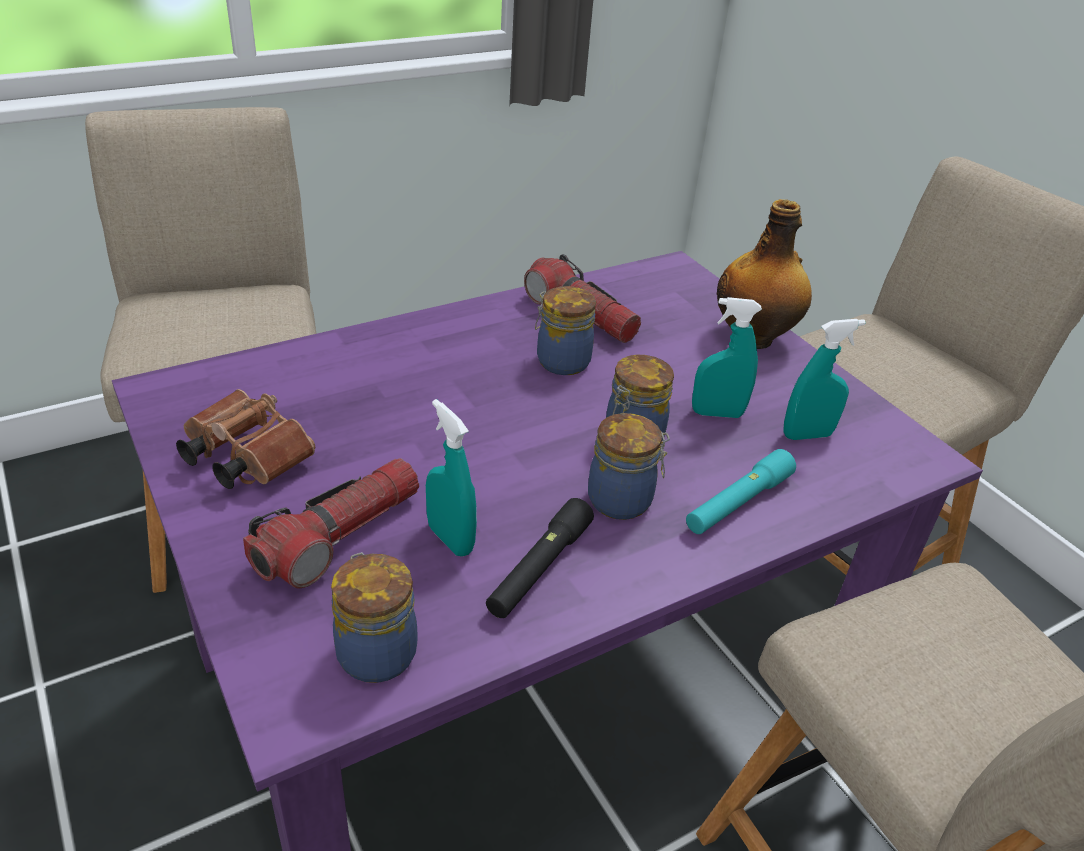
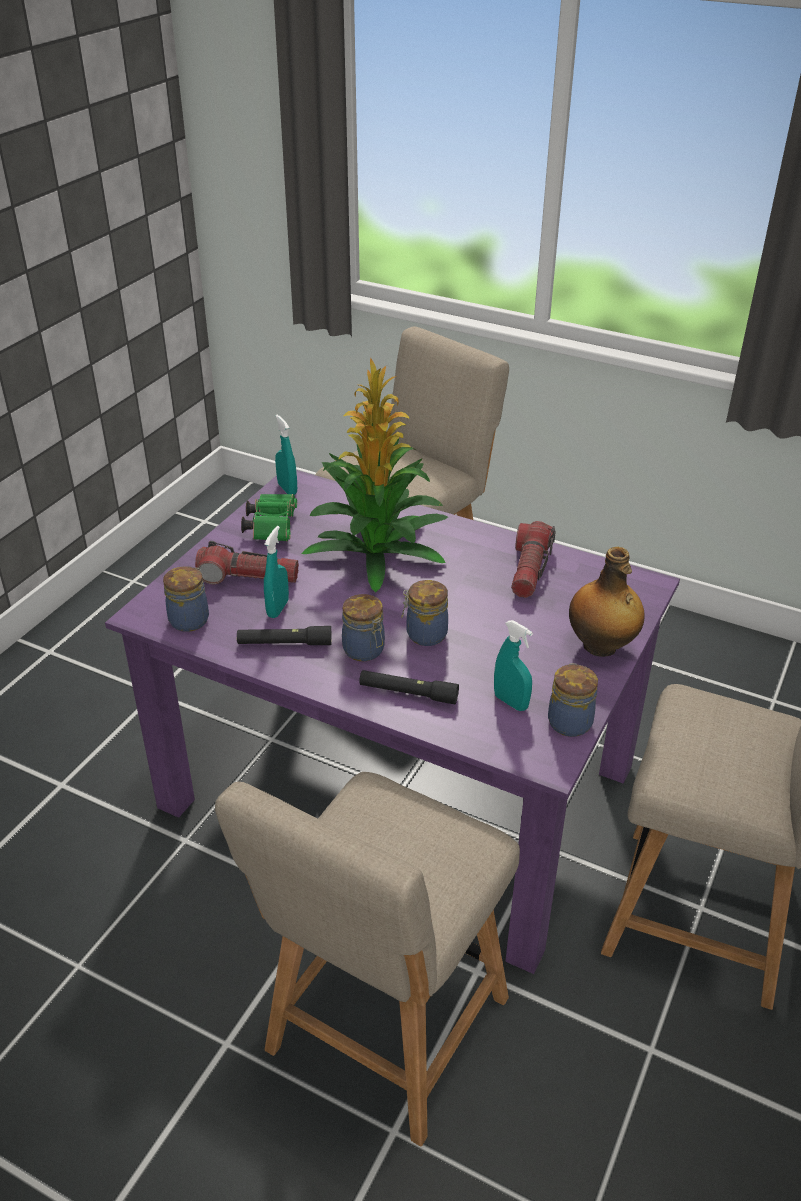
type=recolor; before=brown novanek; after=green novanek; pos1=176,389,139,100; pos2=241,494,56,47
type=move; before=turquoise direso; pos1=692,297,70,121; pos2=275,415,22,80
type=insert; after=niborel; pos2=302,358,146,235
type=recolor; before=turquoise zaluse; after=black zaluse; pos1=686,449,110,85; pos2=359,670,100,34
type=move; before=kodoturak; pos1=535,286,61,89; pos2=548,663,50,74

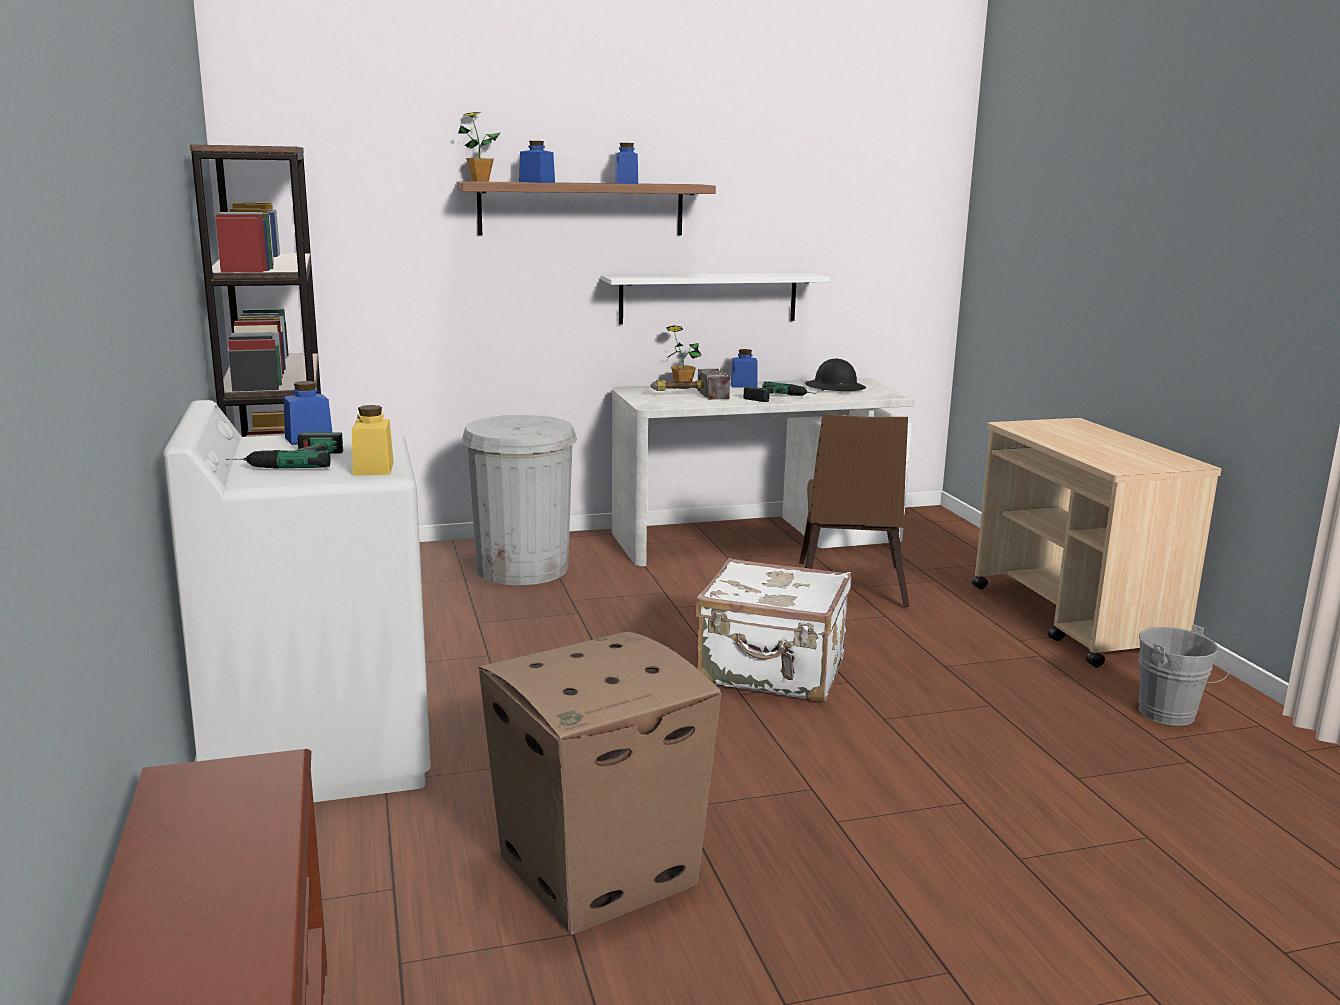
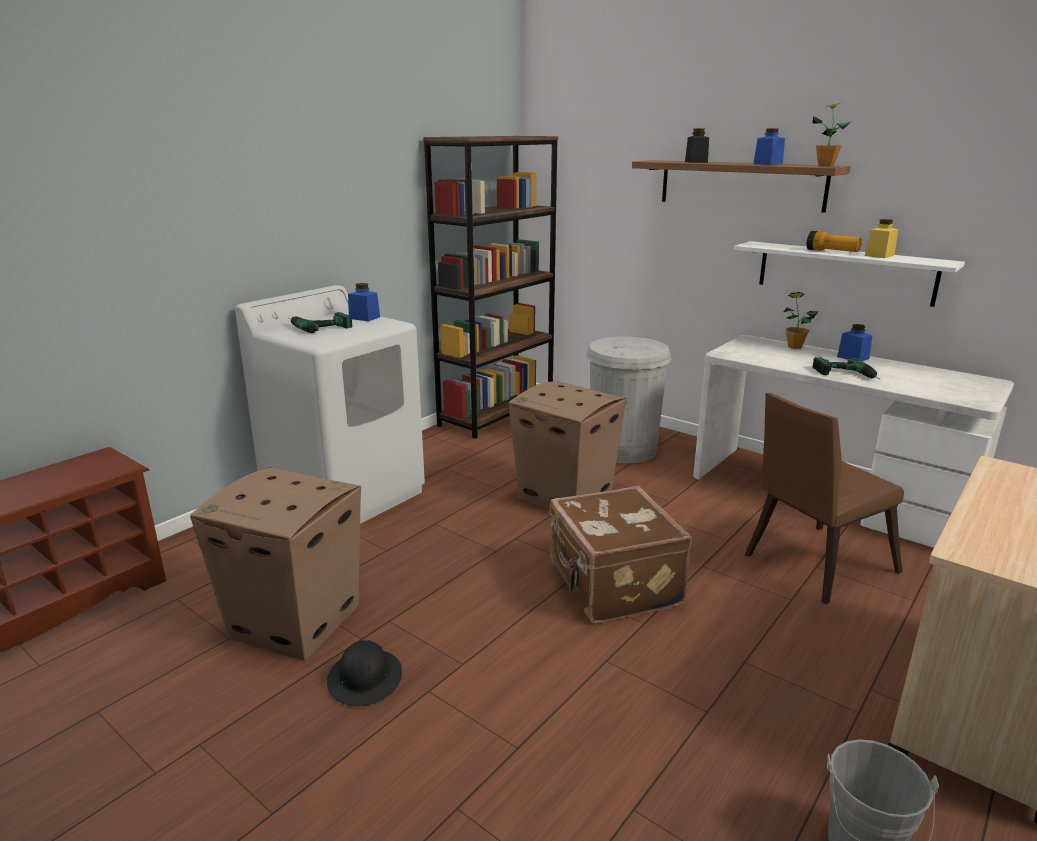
type=move; before=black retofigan; pos1=805,359,61,32; pos2=327,640,75,66
type=insert; after=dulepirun; pos2=508,381,119,129
type=recolor; before=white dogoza; after=brown dogoza; pos1=695,558,156,144; pos2=549,486,143,138
type=recolor; before=blue kodoturak; after=black kodoturak; pos1=519,141,36,42; pos2=685,128,24,35
type=insert; after=zaluse; pos2=806,231,56,21
type=move; before=niborel; pos1=458,112,43,70; pos2=812,103,40,64
type=move; before=yellow kodoturak; pos1=352,405,42,71; pos2=865,219,33,39
type=delete; before=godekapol; pos1=650,369,80,31

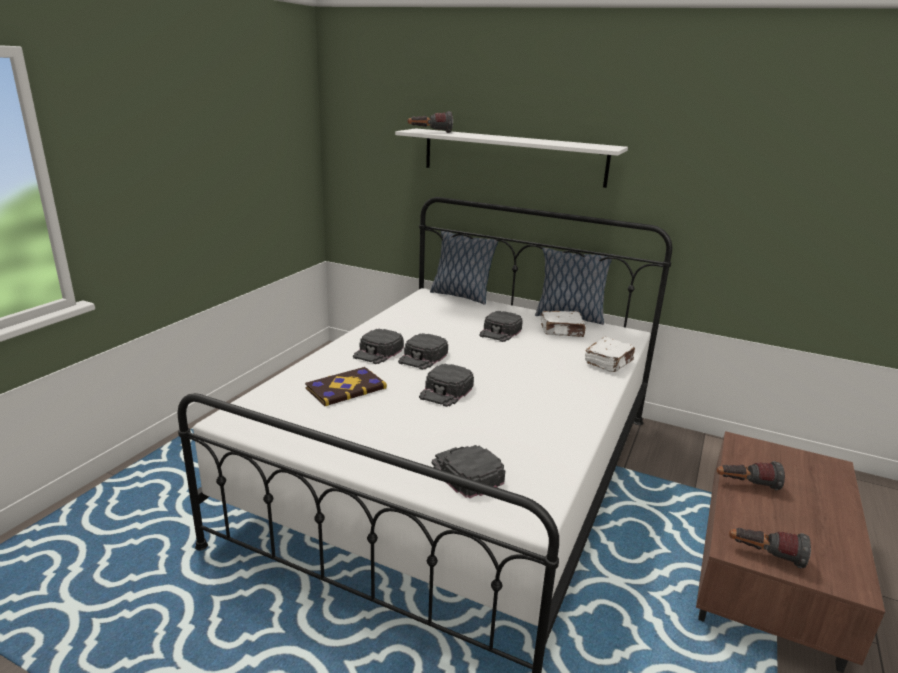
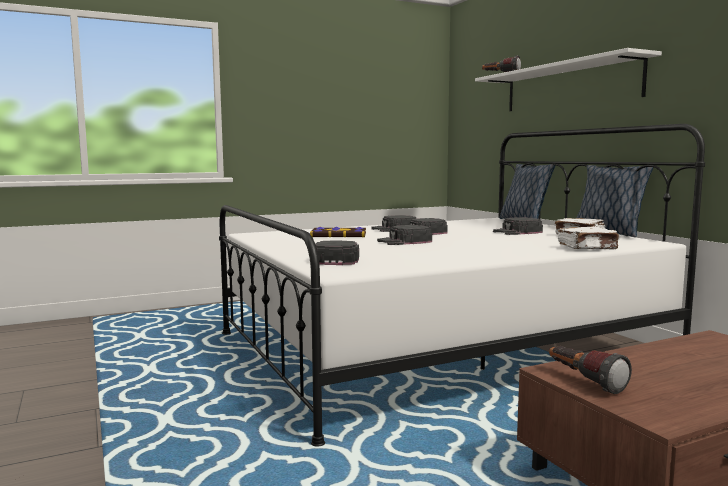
type=delete; before=zaluse; pos1=717,461,68,29

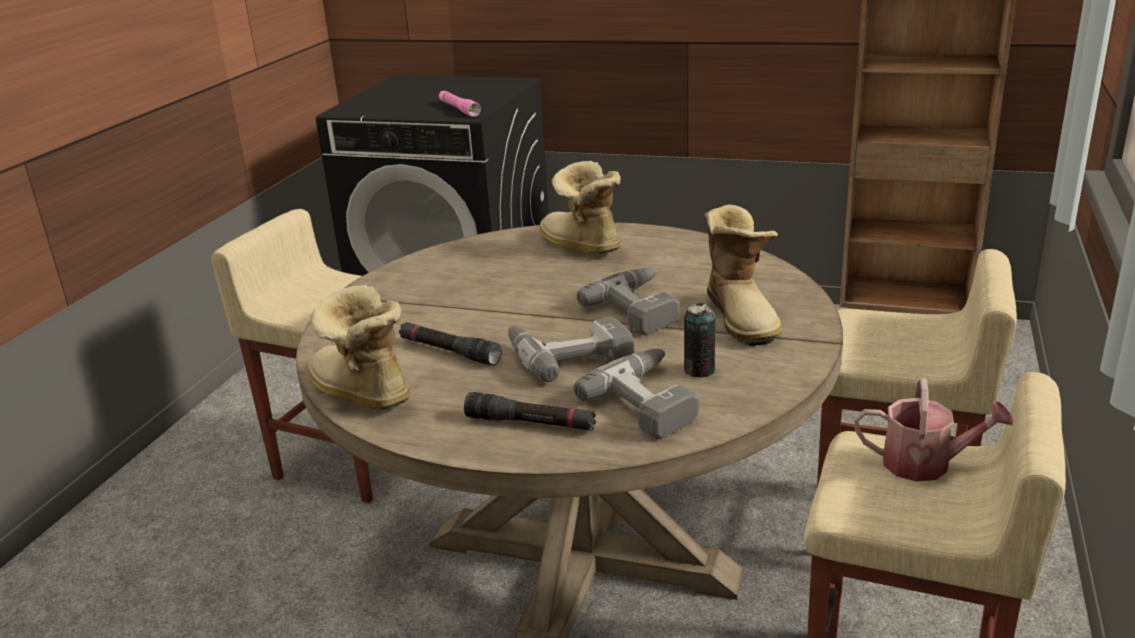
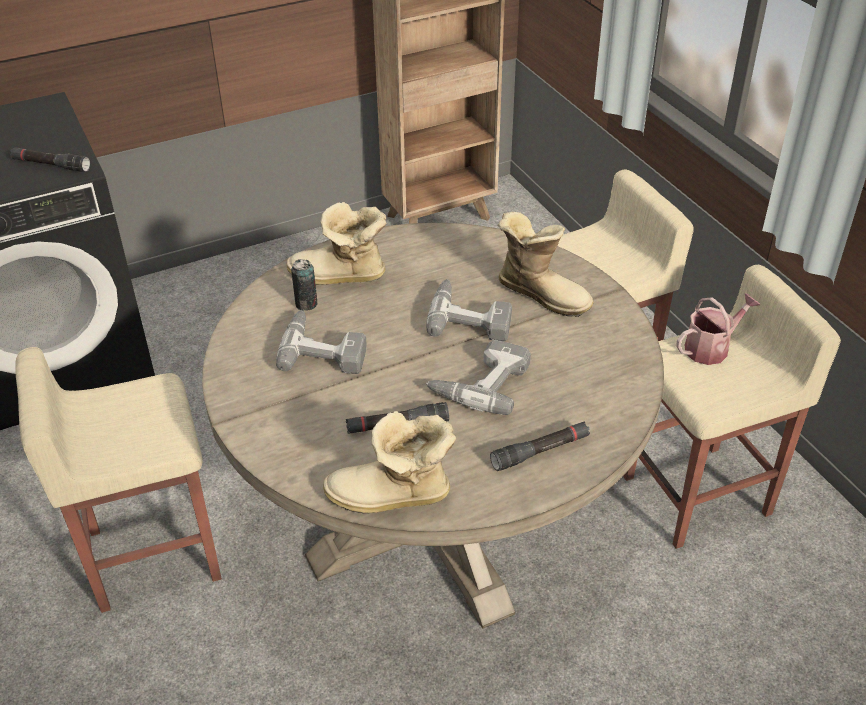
type=recolor; before=pink zaluse; after=black zaluse; pos1=439,91,42,26; pos2=10,147,80,25
type=move; before=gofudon; pos1=574,349,125,90; pos2=276,310,91,64
type=move; before=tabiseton; pos1=684,303,31,75; pos2=291,259,27,52

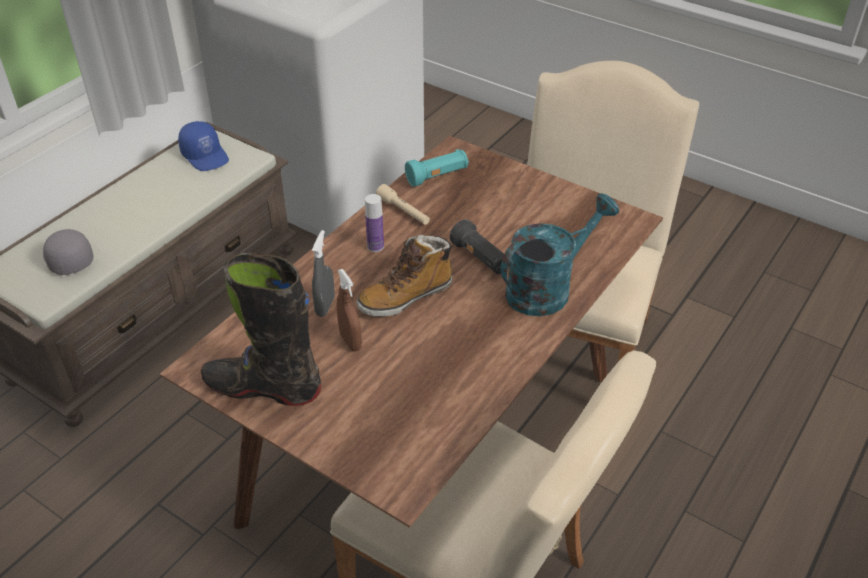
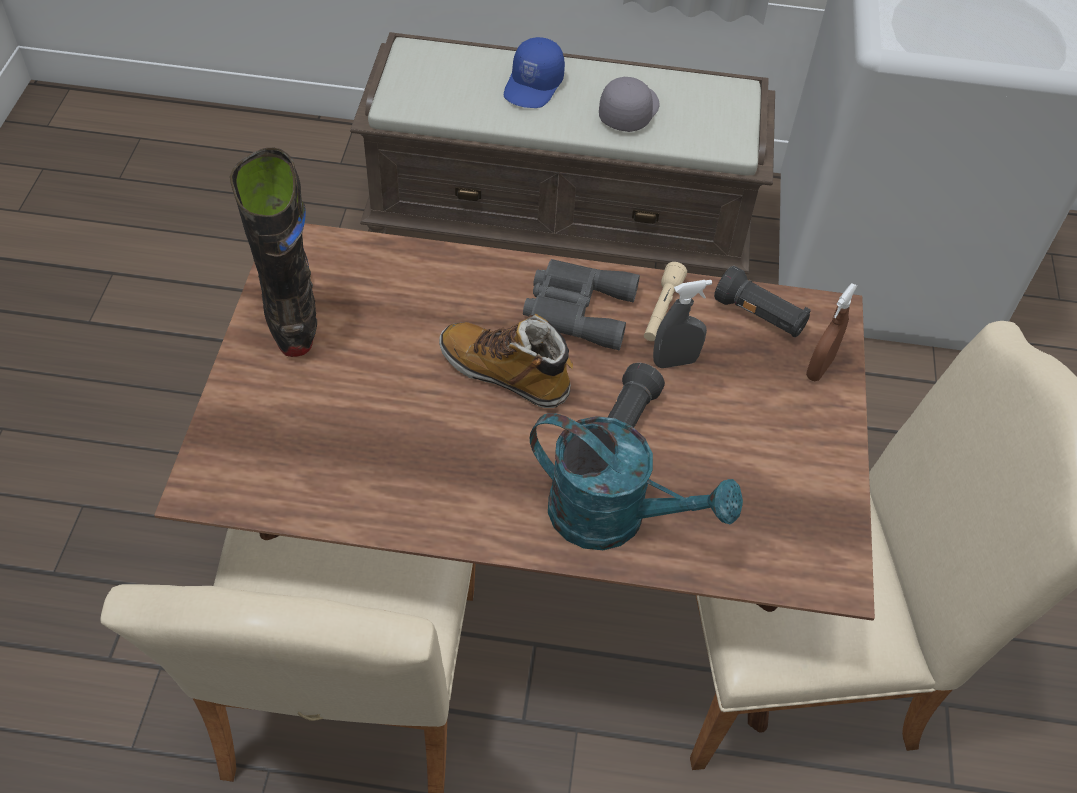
type=move; before=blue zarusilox; pos1=178,121,51,50; pos2=504,37,61,71
type=replace; before=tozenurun; after=grey novanek; pos1=365,194,19,58; pos2=523,259,117,91
type=move; before=grey zarusilox; pos1=43,229,51,46; pos2=599,77,61,55
type=move; before=grey direso; pos1=312,230,22,87; pos2=653,280,59,88
type=recolor; before=turquoise zaluse; after=black zaluse; pos1=405,149,64,38; pos2=714,266,97,71
type=move; before=brown direso; pos1=337,269,25,82; pos2=806,283,51,98

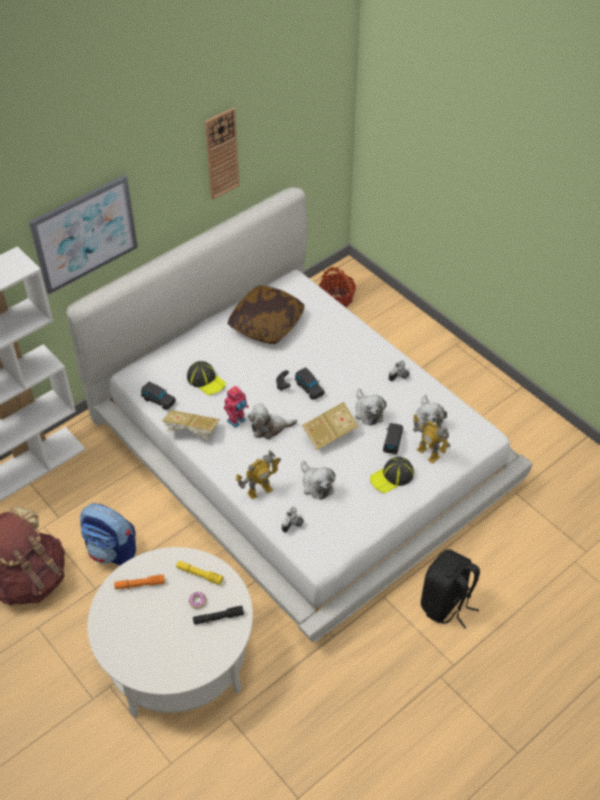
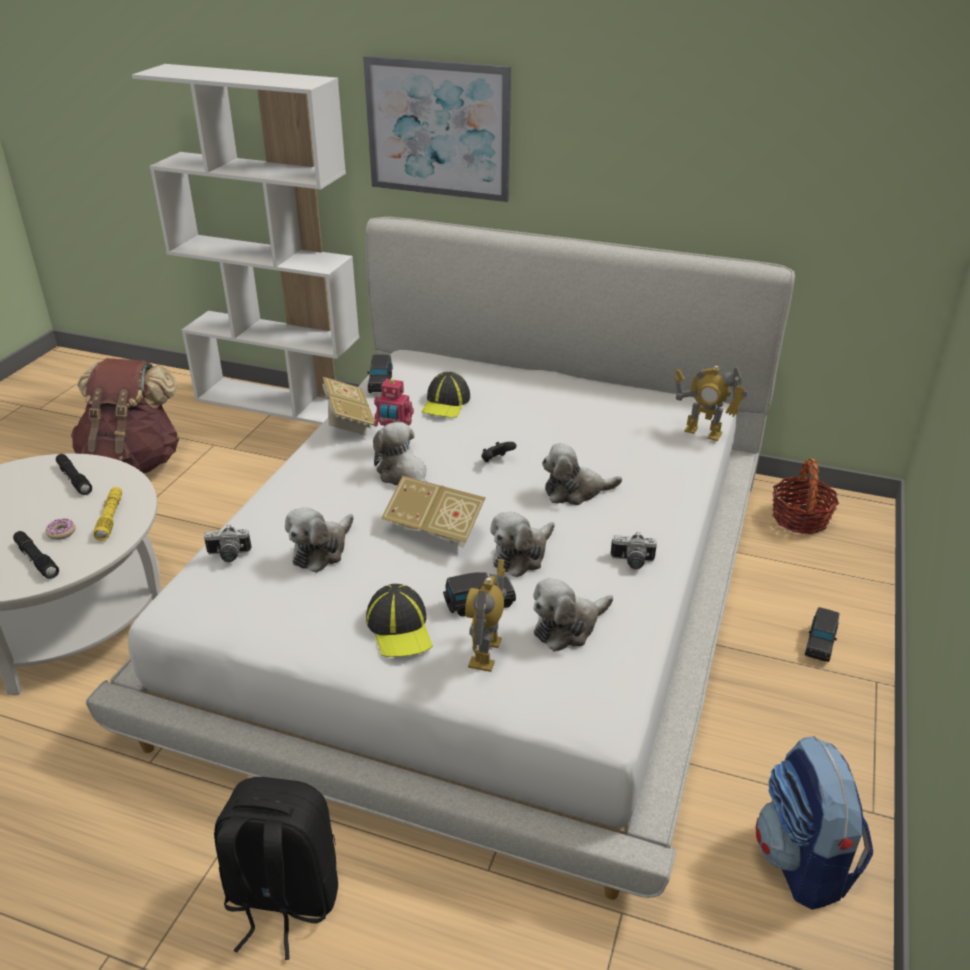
type=recolor; before=orange zaluse; after=black zaluse; pos1=114,575,51,14; pos2=56,454,36,41
type=rotate; before=zarusilox; pos1=370,457,44,36; pos2=366,584,67,73; turn=-135
type=insert; after=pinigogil; pos2=542,443,80,62
type=move; before=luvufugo; pos1=235,450,46,49; pos2=675,365,73,76
type=move; before=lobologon; pos1=80,503,56,62; pos2=755,736,118,174
type=move; before=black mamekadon; pos1=295,367,30,33; pos2=805,607,34,55
type=delete; before=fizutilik; pos1=205,107,34,93
type=delete; before=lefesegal; pos1=227,286,78,58

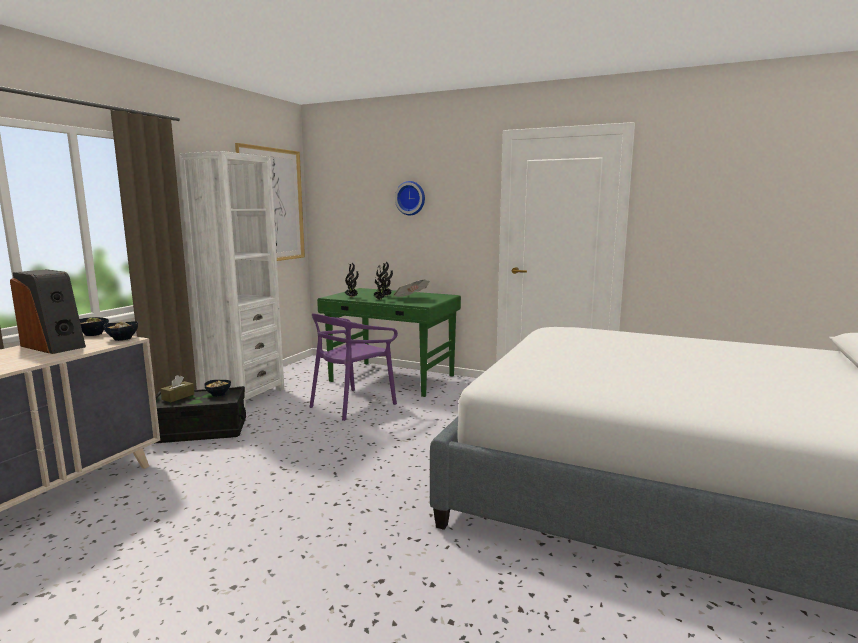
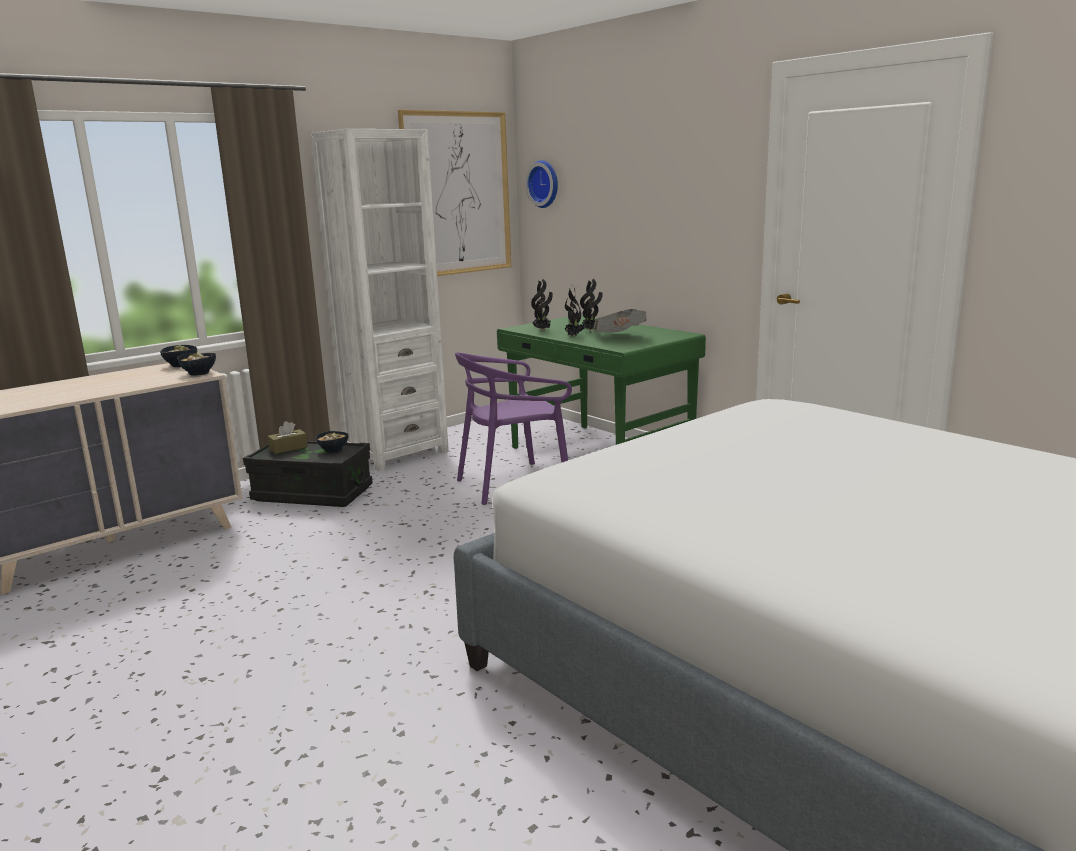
type=move; before=fizutilik; pos1=395,181,30,34; pos2=525,160,33,48
type=delete; before=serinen; pos1=10,269,76,85

